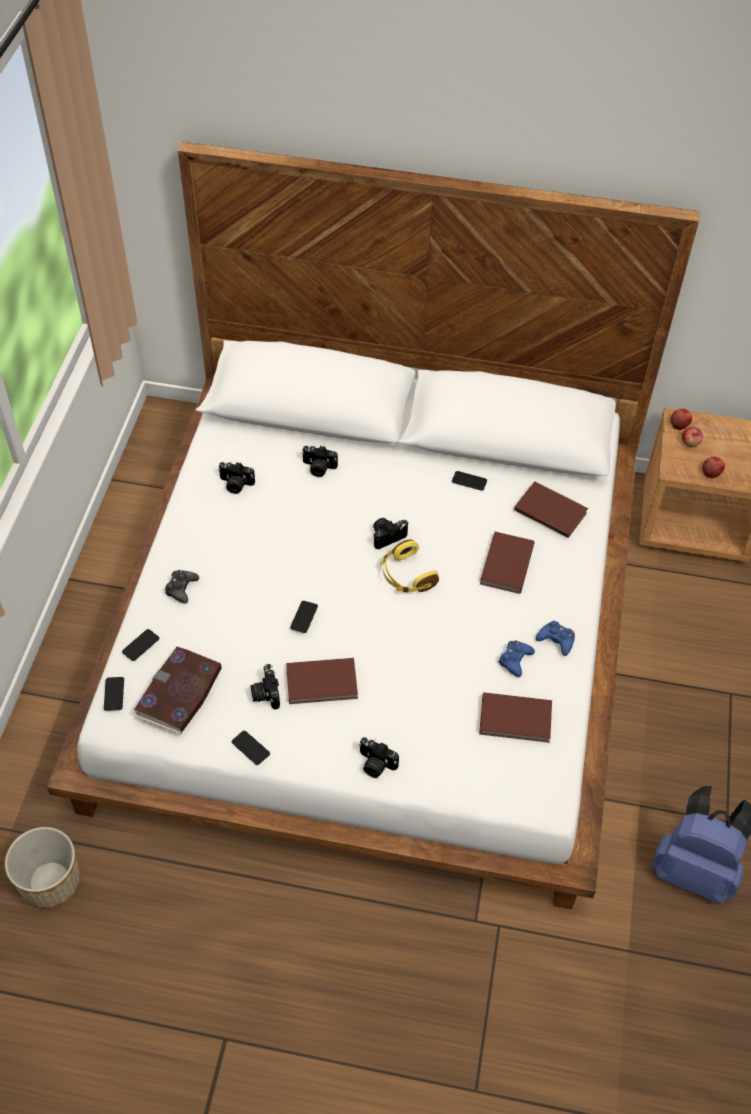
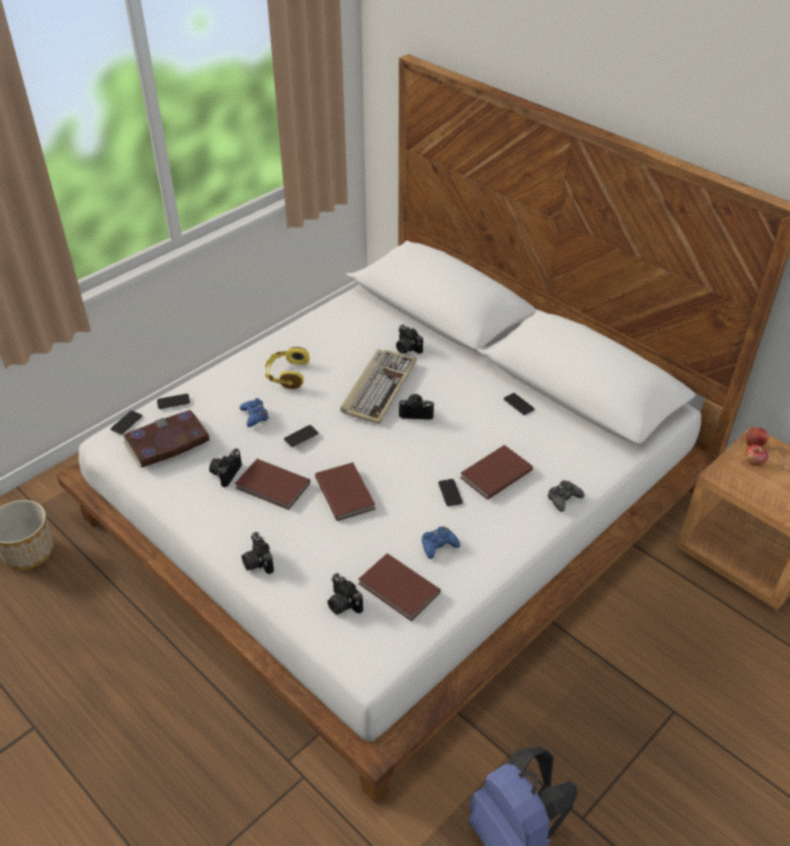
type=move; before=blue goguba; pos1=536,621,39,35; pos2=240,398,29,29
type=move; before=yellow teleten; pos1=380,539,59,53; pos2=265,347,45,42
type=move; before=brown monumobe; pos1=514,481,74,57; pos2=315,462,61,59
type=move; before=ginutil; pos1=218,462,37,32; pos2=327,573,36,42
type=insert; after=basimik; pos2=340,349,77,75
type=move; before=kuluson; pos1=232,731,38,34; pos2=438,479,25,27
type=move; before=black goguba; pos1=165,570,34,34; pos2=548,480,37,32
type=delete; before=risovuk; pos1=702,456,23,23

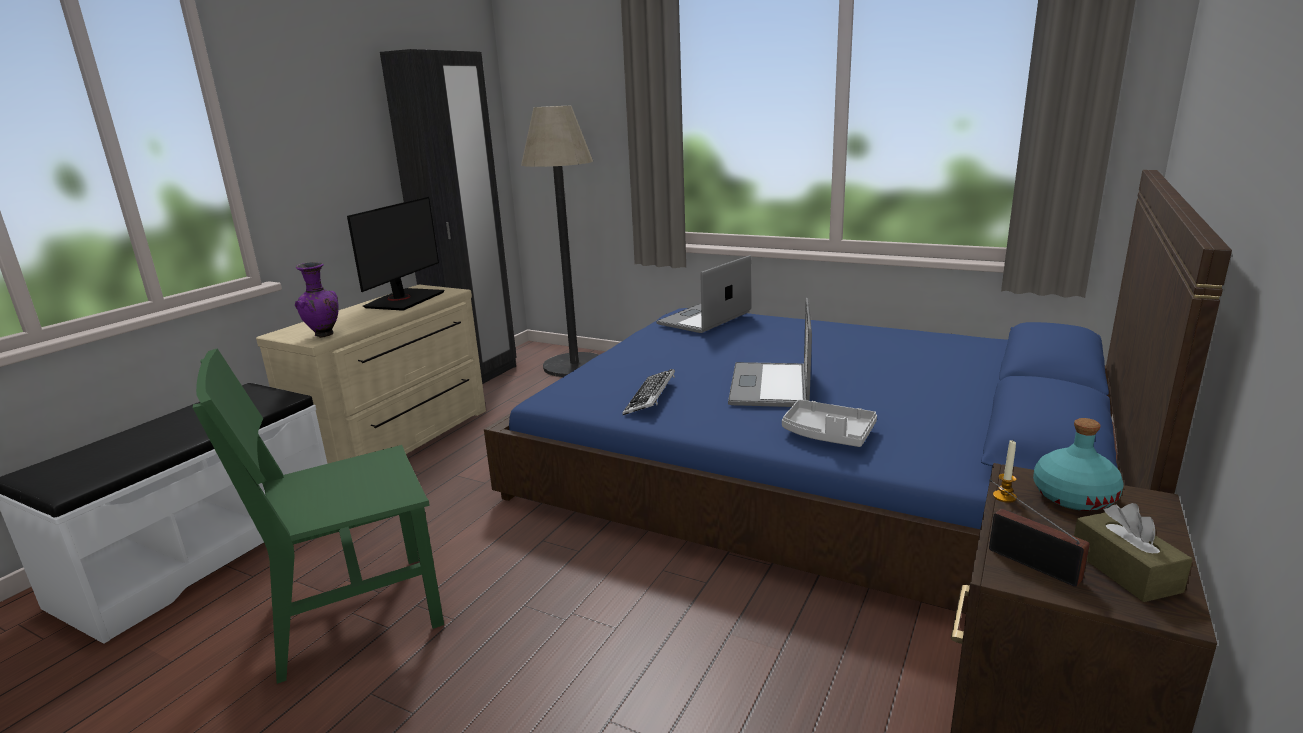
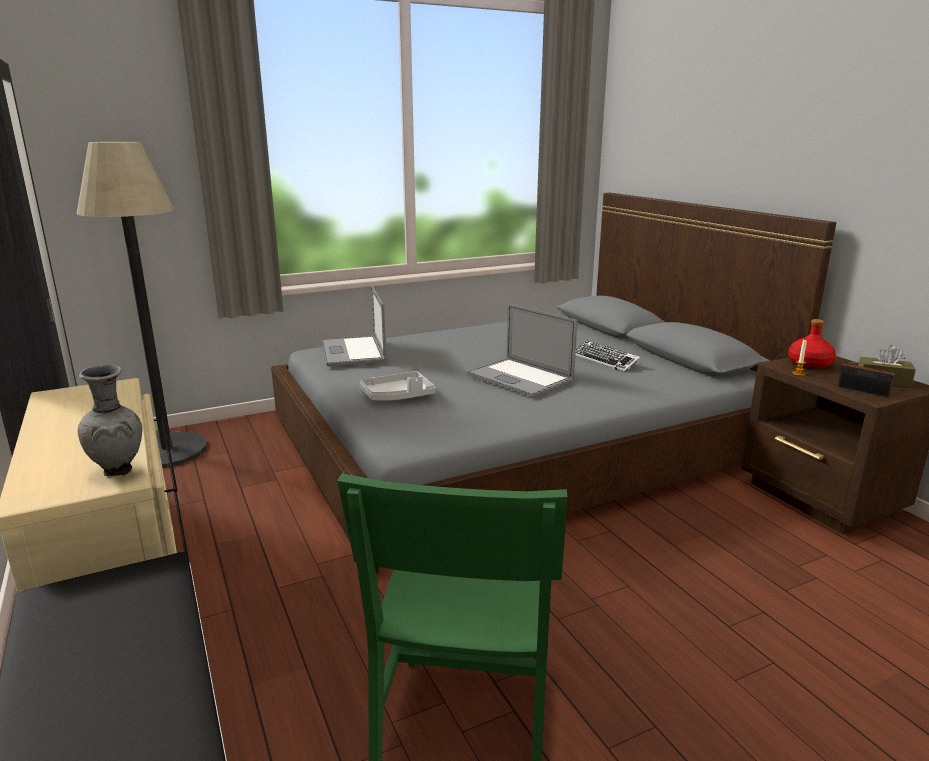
type=recolor; before=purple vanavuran; after=grey vanavuran; pos1=295,262,44,76; pos2=78,365,64,112
type=recolor; before=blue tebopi; after=grey tebopi; pos1=484,170,748,443; pos2=271,193,565,381
type=move; before=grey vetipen; pos1=782,399,95,48; pos2=360,371,75,30
type=move; before=basimik; pos1=622,369,53,46; pos2=575,341,66,31
type=recolor; before=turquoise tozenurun; after=red tozenurun; pos1=1033,418,91,93; pos2=788,319,48,50
type=rotate; before=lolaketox; pos1=989,479,101,108; pos2=838,358,67,39; turn=-135
type=delete; before=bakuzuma; pos1=347,197,98,114

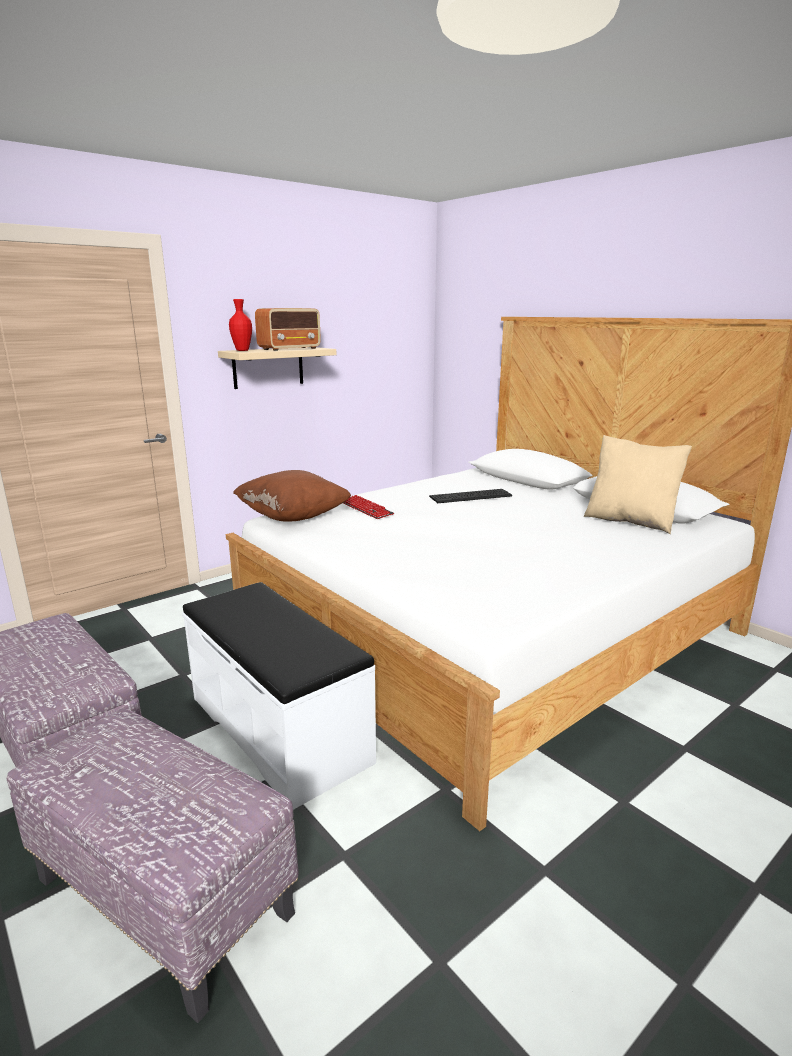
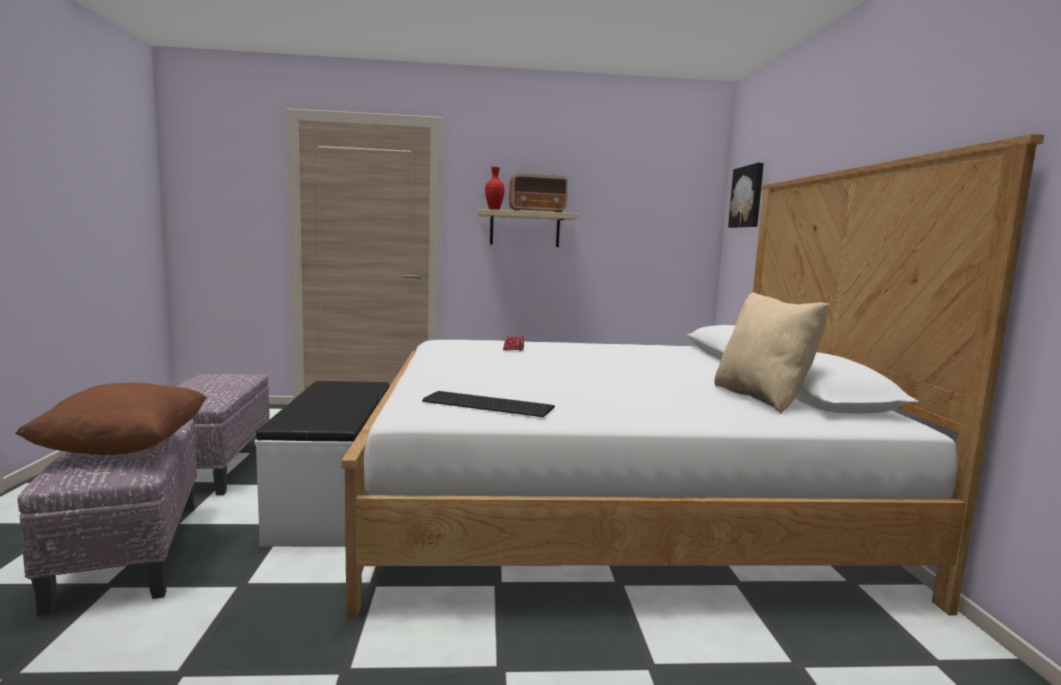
type=move; before=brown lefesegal; pos1=233,470,118,52; pos2=15,383,192,72
type=move; before=basimik; pos1=429,489,83,14; pos2=422,391,133,26
type=insert; after=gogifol; pos2=728,163,36,65

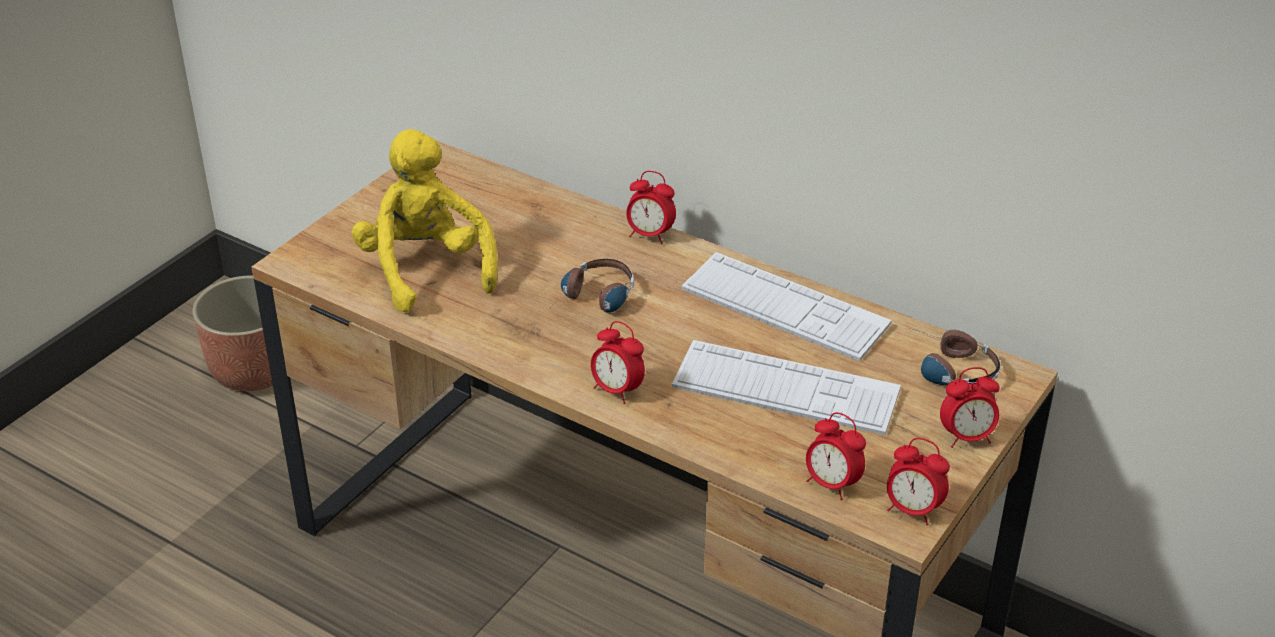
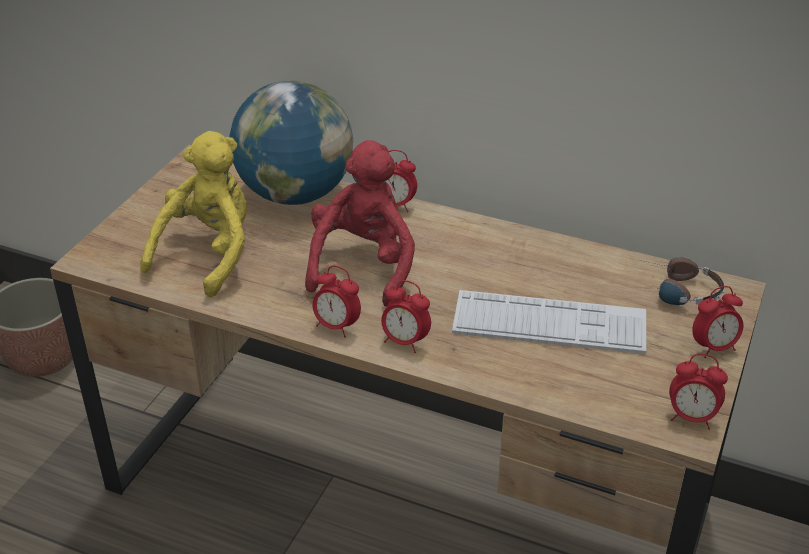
type=rotate; before=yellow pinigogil; pos1=352,129,145,183; pos2=140,131,107,166; turn=60
type=insert; after=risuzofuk; pos2=229,81,124,124
type=replace; before=teleten; after=red pinigogil; pos1=551,259,83,54; pos2=305,140,110,167
type=move; before=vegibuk; pos1=806,412,60,88; pos2=312,266,49,72
type=delete; before=basimik; pos1=682,252,210,109

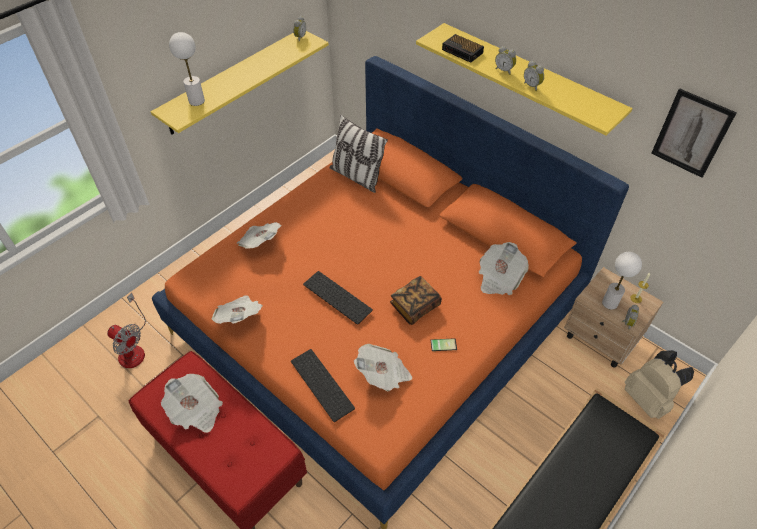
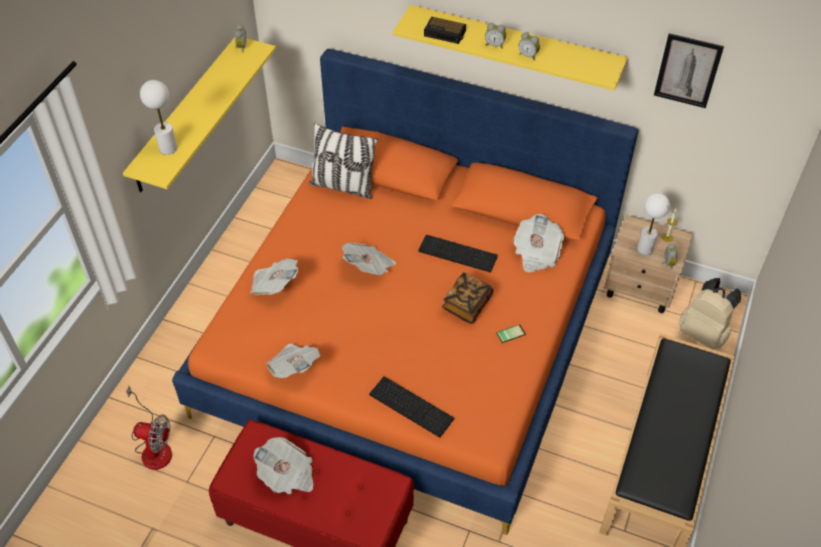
type=move; before=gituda; pos1=354,344,58,47; pos2=342,242,54,34
type=move; before=basimik; pos1=303,271,70,54; pos2=418,235,80,37

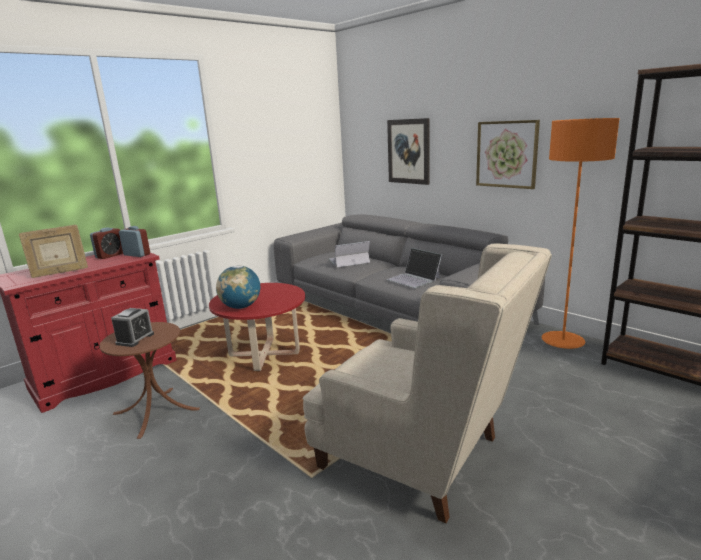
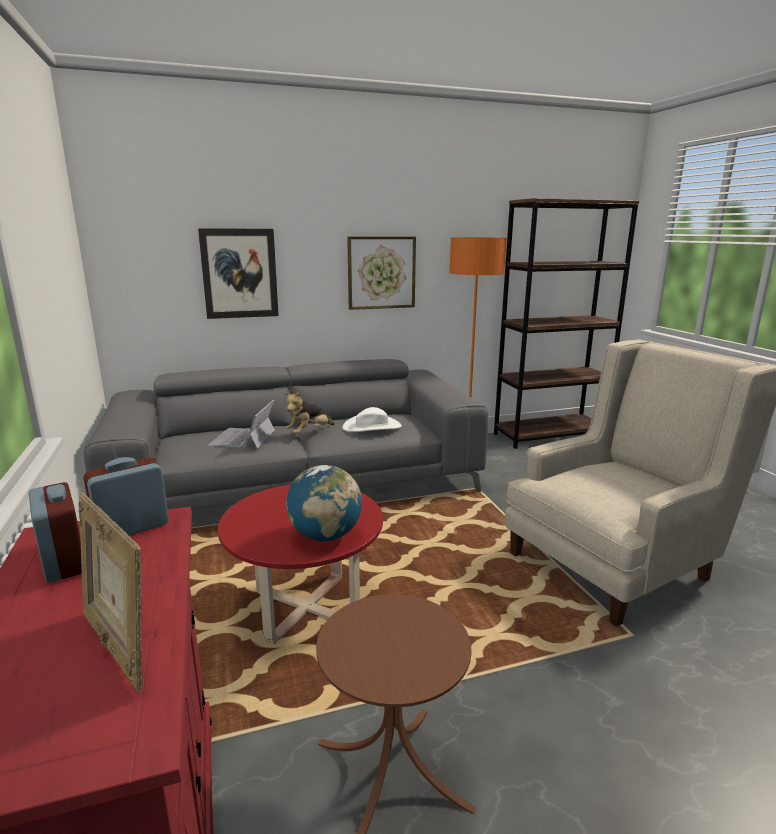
type=rotate; before=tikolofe; pos1=19,225,69,53; pos2=78,492,64,199; turn=135
type=insert; after=pinigogil; pos2=285,391,49,43
type=replace; before=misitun; after=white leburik; pos1=387,248,55,40; pos2=342,407,60,25
type=delete; before=vegibuk; pos1=111,308,43,39

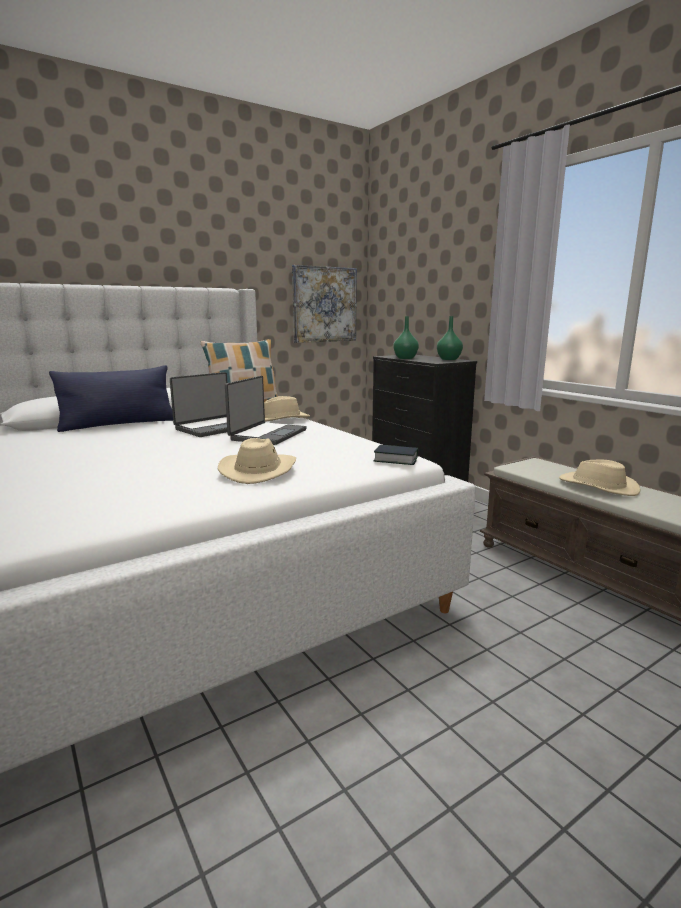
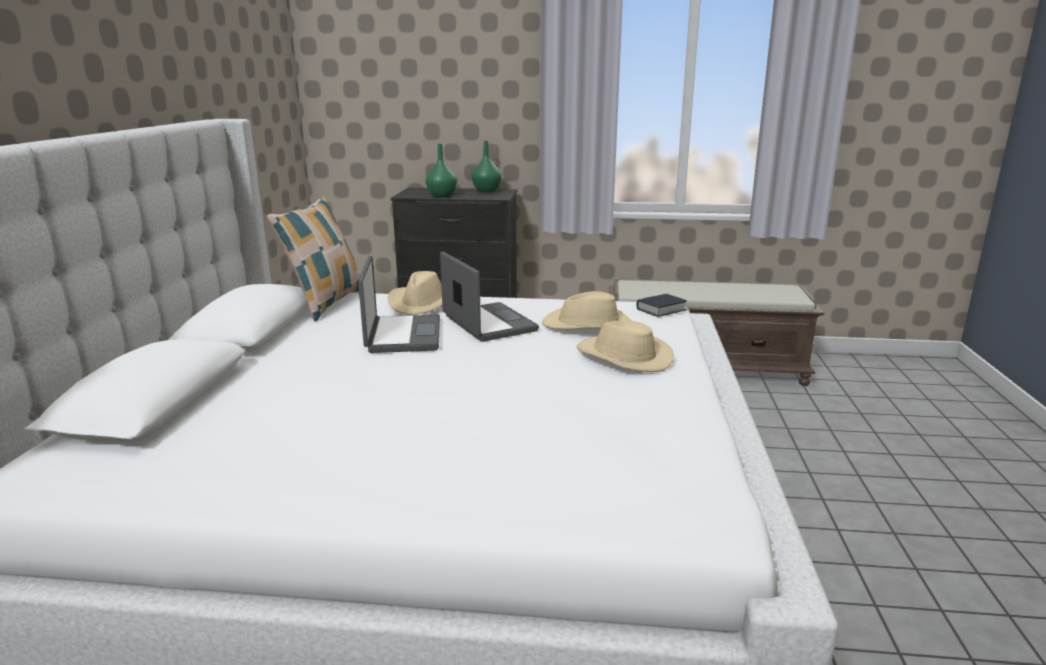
type=move; before=beige leburik; pos1=559,459,81,37; pos2=542,291,89,38
type=delete; before=blue lefesegal; pos1=49,365,124,67
type=delete; before=gogifol; pos1=292,265,65,78

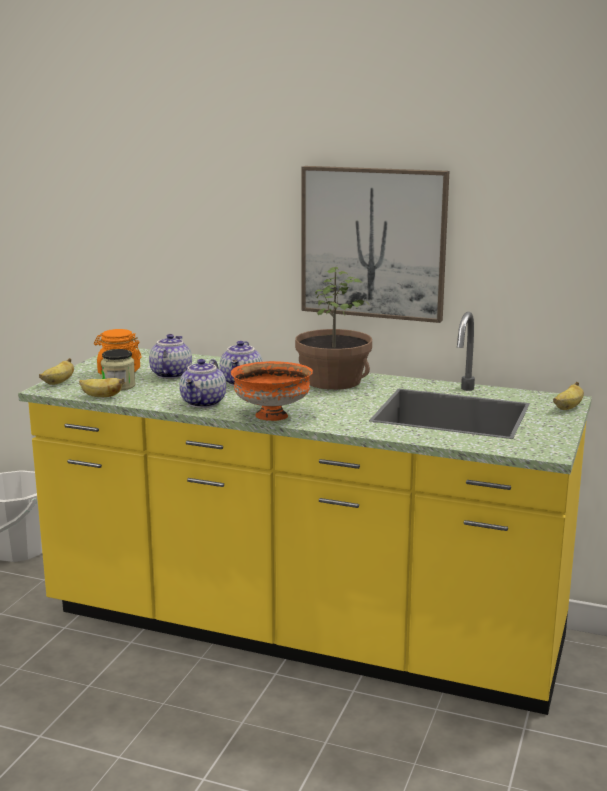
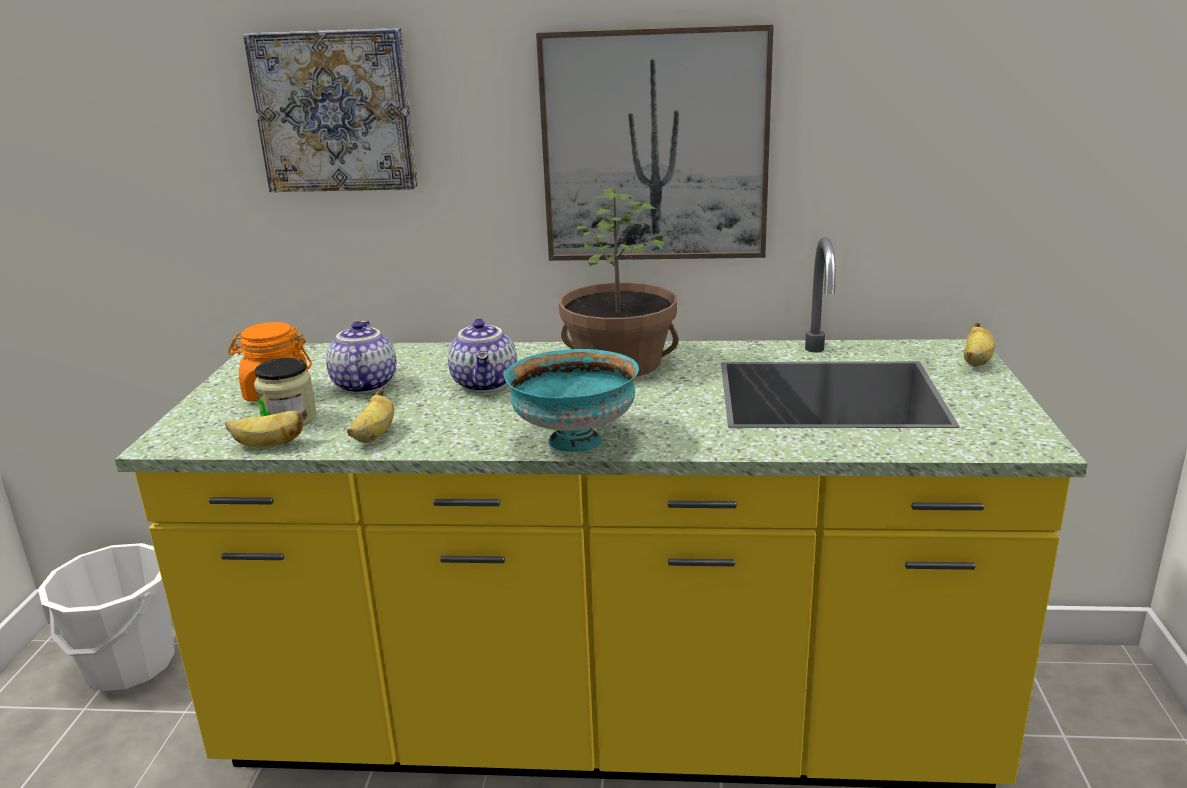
type=insert; after=gogifol; pos2=243,28,175,164
type=move; before=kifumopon; pos1=39,358,35,27; pos2=347,389,47,54
type=recolor; before=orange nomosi; after=turquoise nomosi; pos1=231,361,82,60; pos2=504,349,135,103
type=delete; before=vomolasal; pos1=179,359,47,49

